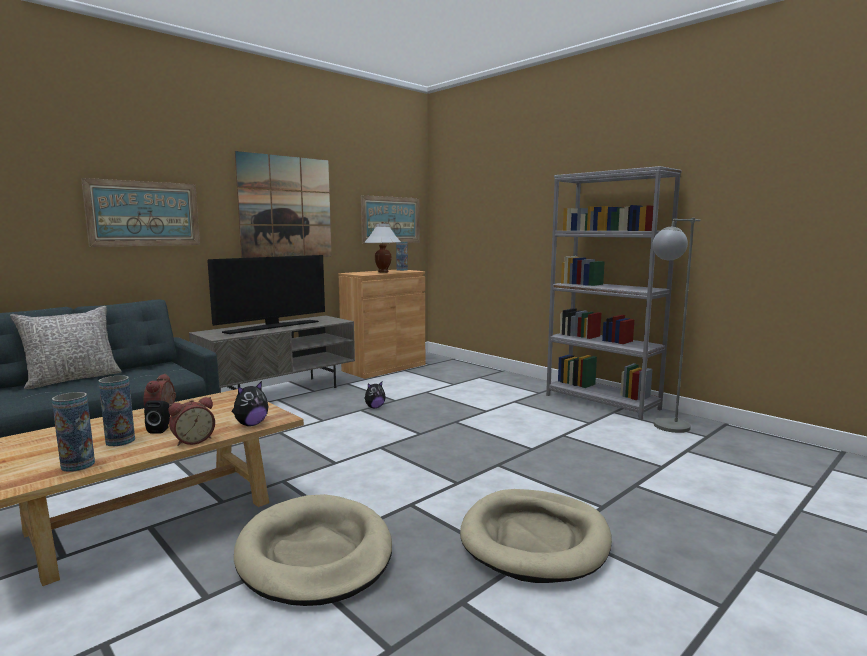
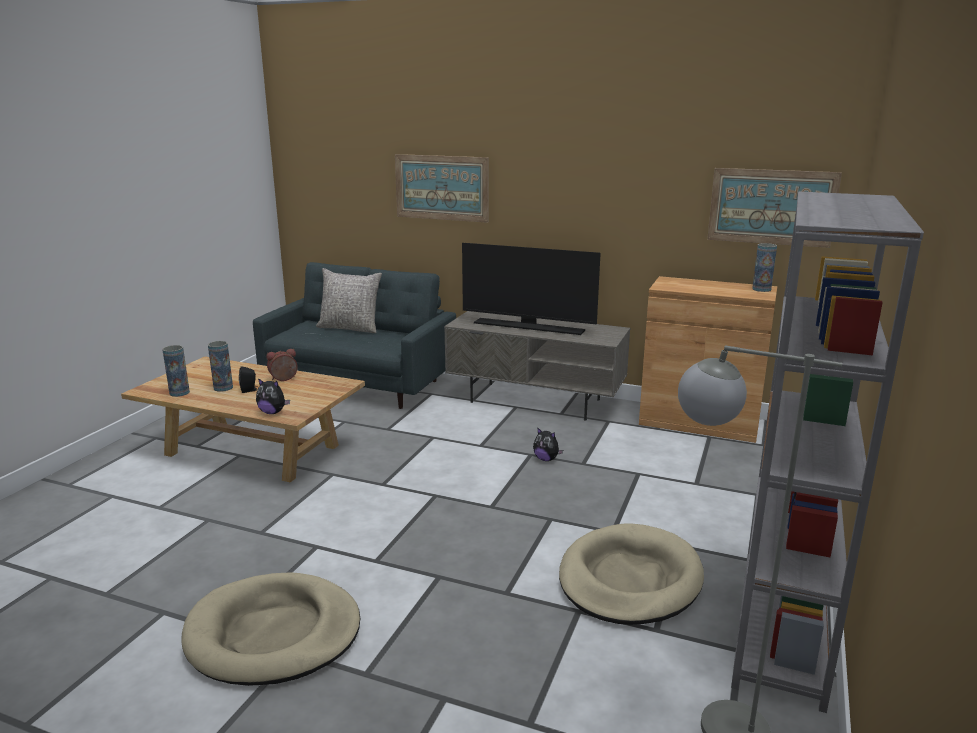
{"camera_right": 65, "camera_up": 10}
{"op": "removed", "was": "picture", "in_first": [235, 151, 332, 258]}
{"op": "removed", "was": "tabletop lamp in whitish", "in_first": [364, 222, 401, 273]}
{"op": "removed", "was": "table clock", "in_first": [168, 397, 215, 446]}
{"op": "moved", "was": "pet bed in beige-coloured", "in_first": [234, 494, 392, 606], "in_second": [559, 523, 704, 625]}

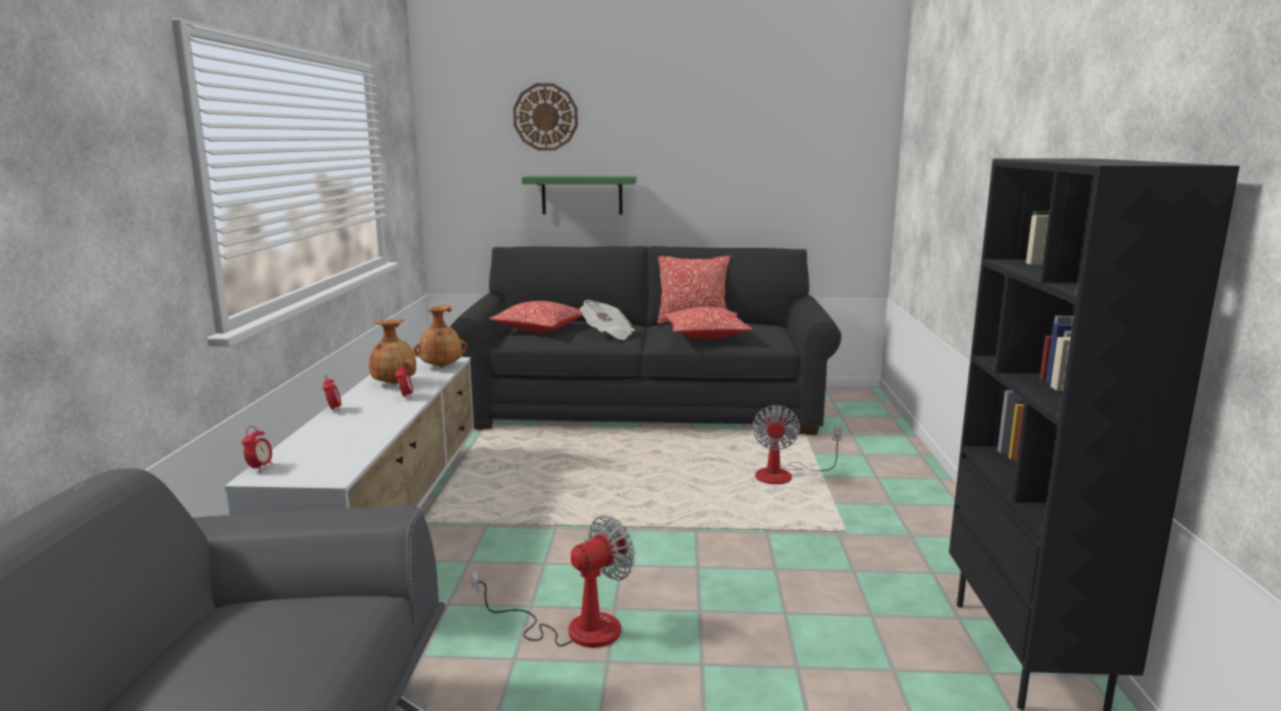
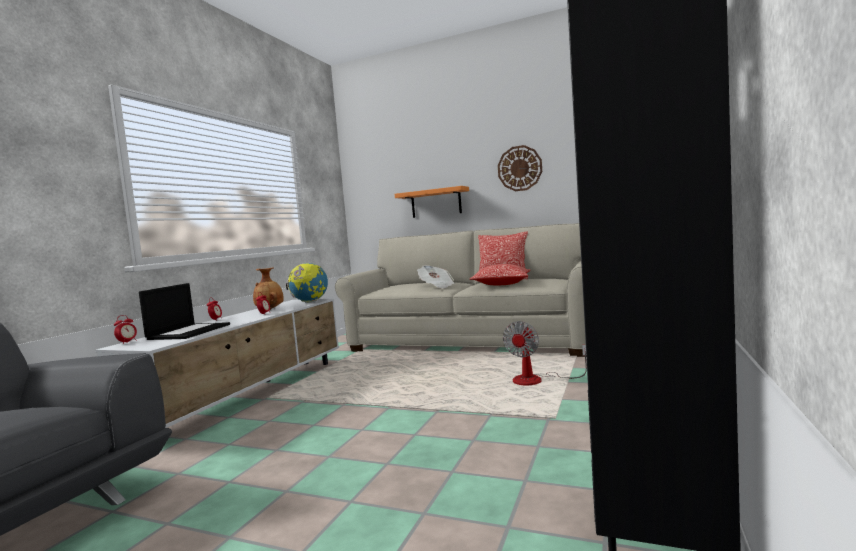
{"camera_right": 20, "camera_up": -10}
{"op": "moved", "was": "hanging clock", "in_first": [513, 83, 578, 151], "in_second": [498, 145, 542, 191]}
{"op": "recoloured", "was": "wall shelf in green", "now": "wall shelf in orangey", "in_first": [522, 176, 636, 215], "in_second": [395, 186, 469, 218]}
{"op": "recoloured", "was": "sofa in black", "now": "sofa in beige-coloured", "in_first": [451, 246, 841, 435], "in_second": [335, 223, 586, 357]}
{"op": "removed", "was": "pillow", "in_first": [490, 301, 583, 332]}
{"op": "replaced", "was": "vase in brownish", "now": "desk globe", "in_first": [413, 305, 467, 367], "in_second": [286, 263, 328, 303]}
{"op": "removed", "was": "cooling fan", "in_first": [471, 515, 635, 648]}
{"op": "added", "now": "laptop", "in_second": [139, 283, 230, 340]}

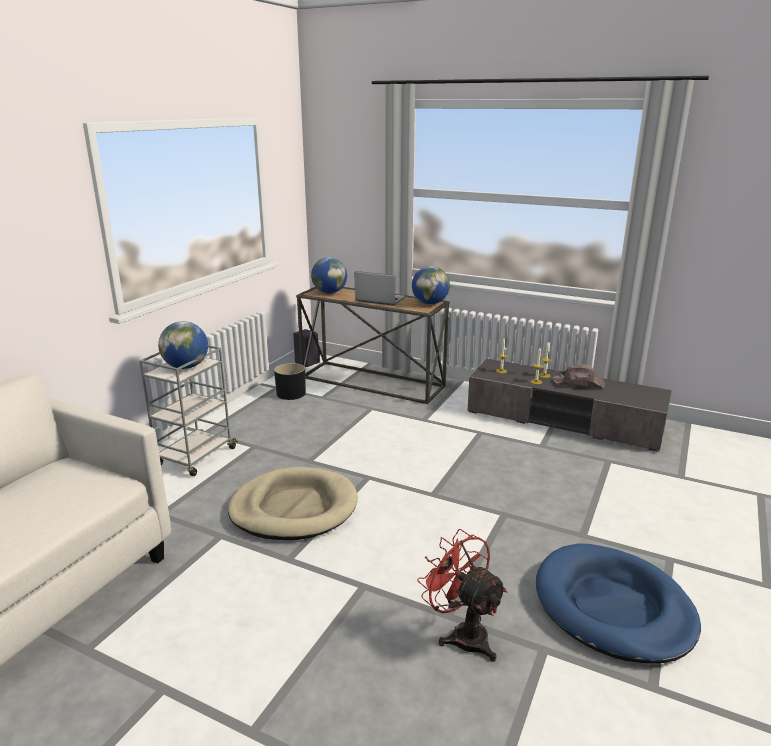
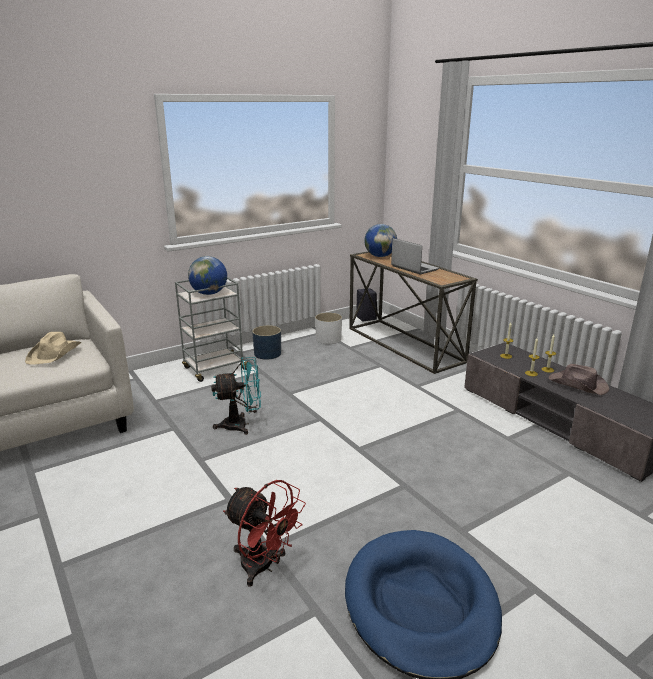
{"camera_right": 30, "camera_up": 0}
{"op": "removed", "was": "desk globe", "in_first": [412, 266, 450, 304]}
{"op": "recoloured", "was": "flower pot in black", "now": "flower pot in whitish", "in_first": [274, 363, 306, 400], "in_second": [315, 312, 342, 344]}
{"op": "replaced", "was": "pet bed in beige-coloured", "now": "cooling fan in turquoise-coloured", "in_first": [228, 467, 358, 540], "in_second": [211, 357, 261, 435]}
{"op": "turned", "was": "cooling fan in red-coloured", "in_first": [417, 529, 508, 662], "in_second": [223, 480, 306, 587], "clockwise": 135}
{"op": "added", "now": "flower pot in blue-coloured", "in_second": [252, 325, 281, 360]}
{"op": "added", "now": "wearable hat in beige-coloured", "in_second": [25, 332, 82, 365]}

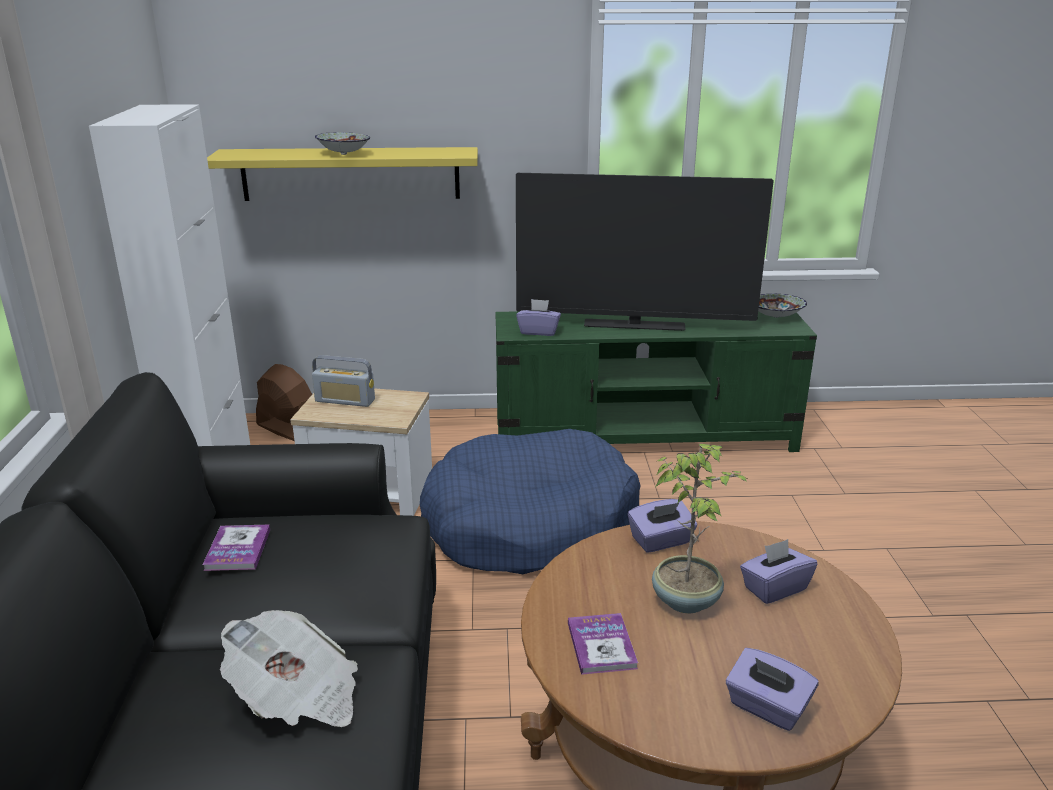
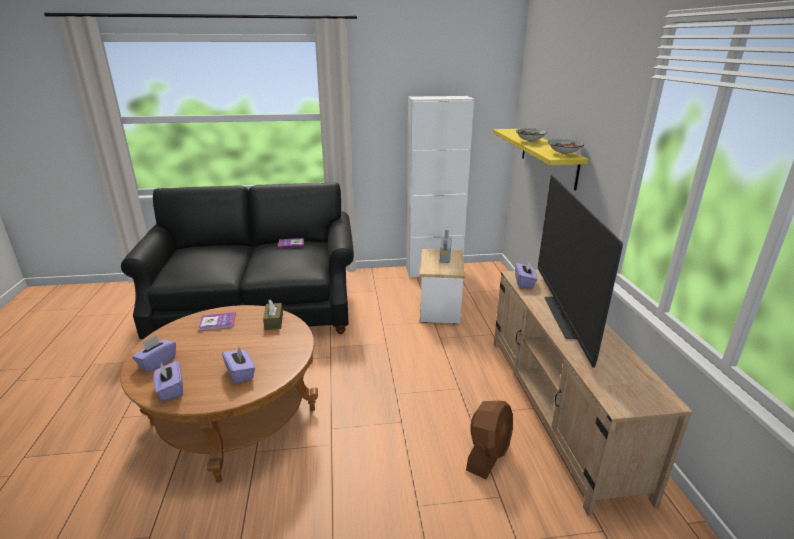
{"camera_right": 85, "camera_up": 0}
{"op": "moved", "was": "serving bowl", "in_first": [758, 294, 807, 318], "in_second": [548, 139, 584, 155]}
{"op": "recoloured", "was": "tv stand in green", "now": "tv stand in beige-coloured", "in_first": [495, 311, 817, 452], "in_second": [494, 269, 692, 516]}
{"op": "moved", "was": "cooling fan in brownish", "in_first": [256, 364, 312, 441], "in_second": [466, 401, 513, 479]}
{"op": "removed", "was": "pet bed in blue-coloured", "in_first": [420, 429, 641, 574]}
{"op": "removed", "was": "potted plant", "in_first": [652, 444, 749, 613]}
{"op": "moved", "was": "tissue box in purple", "in_first": [628, 499, 697, 553], "in_second": [154, 361, 183, 401]}
{"op": "removed", "was": "printed paper", "in_first": [220, 610, 358, 727]}
{"op": "added", "now": "tissue box in brownish", "in_second": [263, 299, 283, 330]}

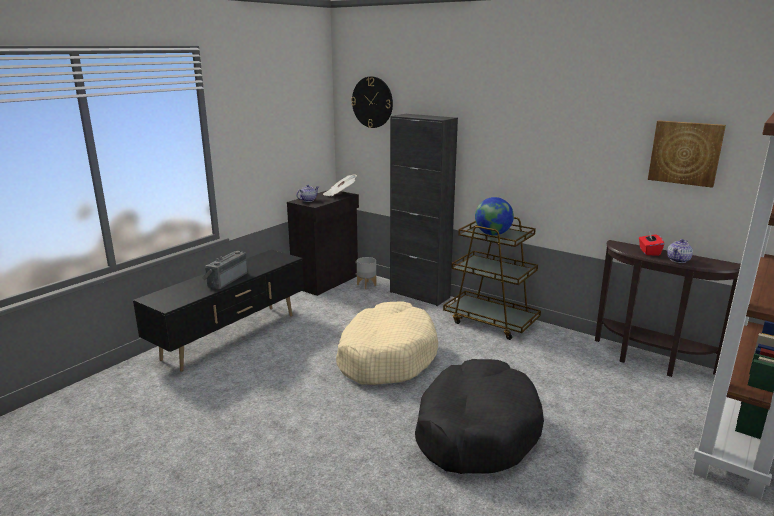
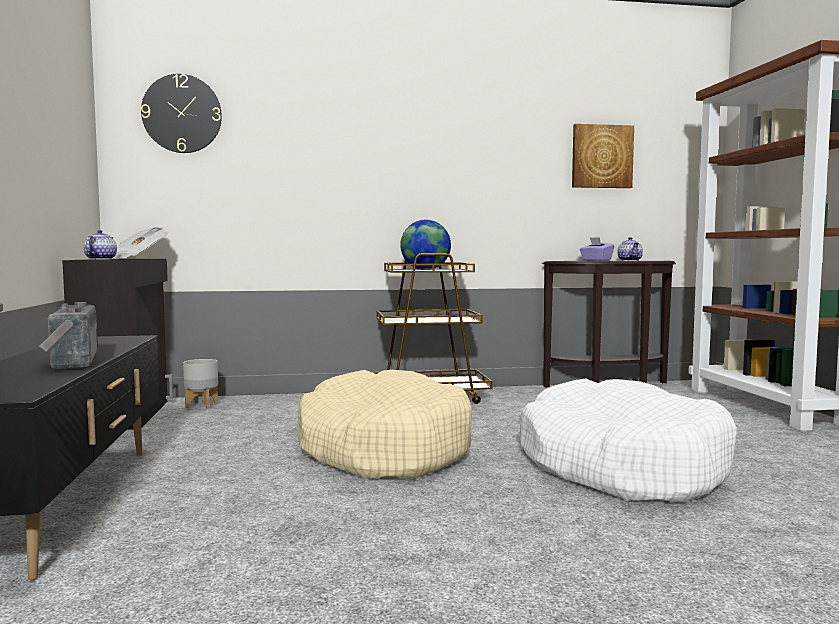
{"camera_right": -45, "camera_up": -15}
{"op": "removed", "was": "storage cabinet in black", "in_first": [390, 114, 458, 306]}
{"op": "recoloured", "was": "tissue box in red-coloured", "now": "tissue box in purple", "in_first": [639, 232, 664, 256], "in_second": [579, 237, 614, 261]}
{"op": "recoloured", "was": "pet bed in black", "now": "pet bed in whitish", "in_first": [415, 359, 544, 474], "in_second": [520, 379, 737, 503]}

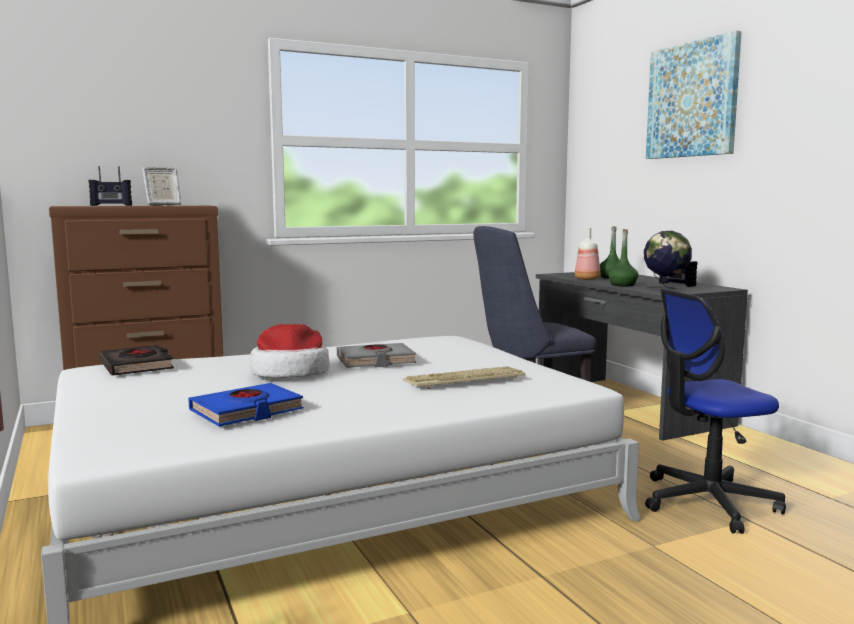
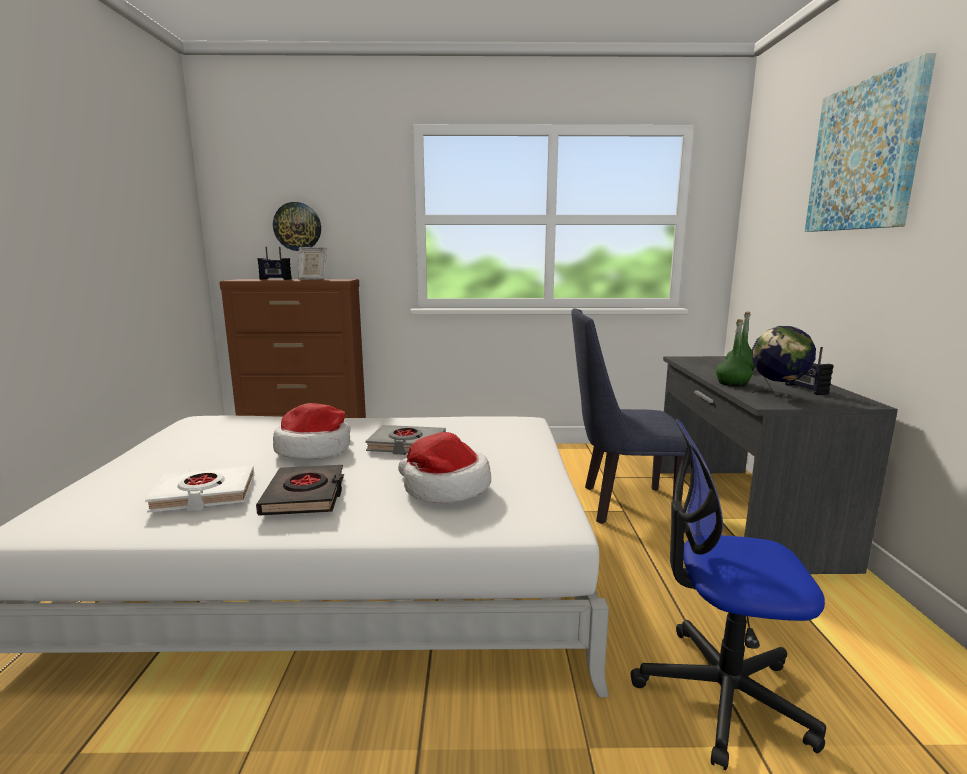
{"camera_right": 25, "camera_up": 5}
{"op": "removed", "was": "bottle", "in_first": [575, 227, 600, 280]}
{"op": "moved", "was": "book in black", "in_first": [99, 345, 174, 376], "in_second": [256, 465, 344, 516]}
{"op": "replaced", "was": "keyboard", "now": "wearable hat", "in_first": [403, 366, 525, 389], "in_second": [398, 432, 491, 503]}
{"op": "recoloured", "was": "book in blue-coloured", "now": "book in whitish", "in_first": [188, 383, 304, 427], "in_second": [145, 466, 254, 513]}
{"op": "added", "now": "hanging clock", "in_second": [273, 202, 321, 251]}

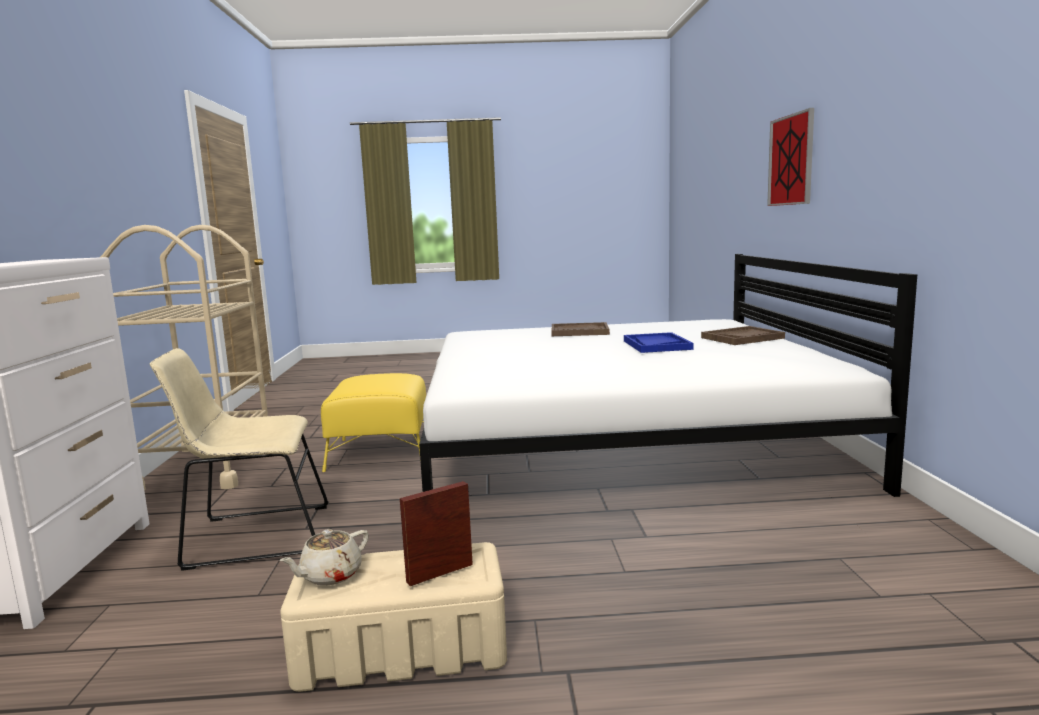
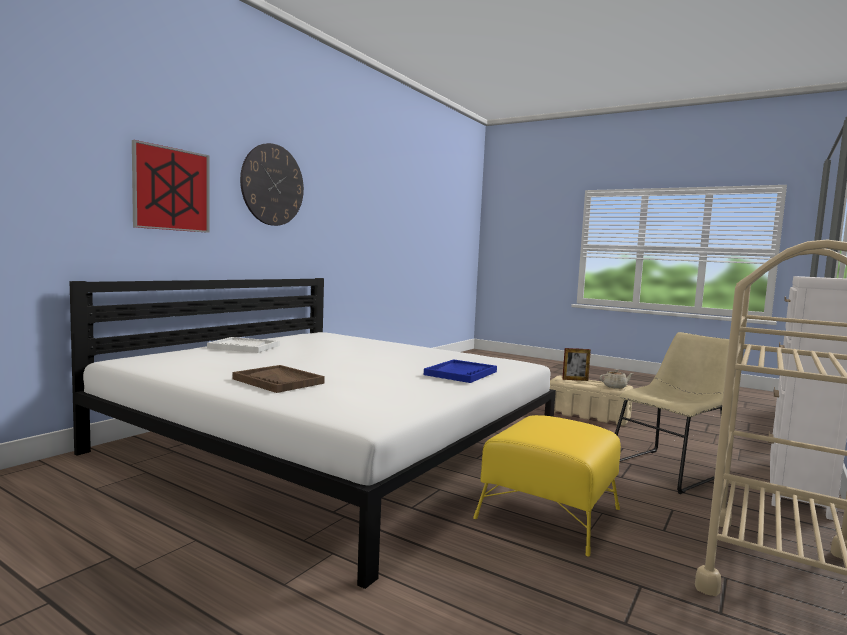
{"camera_right": -145, "camera_up": -5}
{"op": "recoloured", "was": "serving tray in brownish", "now": "serving tray in whitish", "in_first": [701, 326, 785, 345], "in_second": [207, 337, 280, 353]}
{"op": "moved", "was": "serving tray in blue-coloured", "in_first": [624, 332, 694, 353], "in_second": [424, 359, 497, 383]}
{"op": "turned", "was": "plain chair in beige-coloured", "in_first": [150, 348, 329, 571], "in_second": [615, 332, 729, 494], "clockwise": -60}
{"op": "added", "now": "hanging clock", "in_second": [240, 143, 304, 226]}

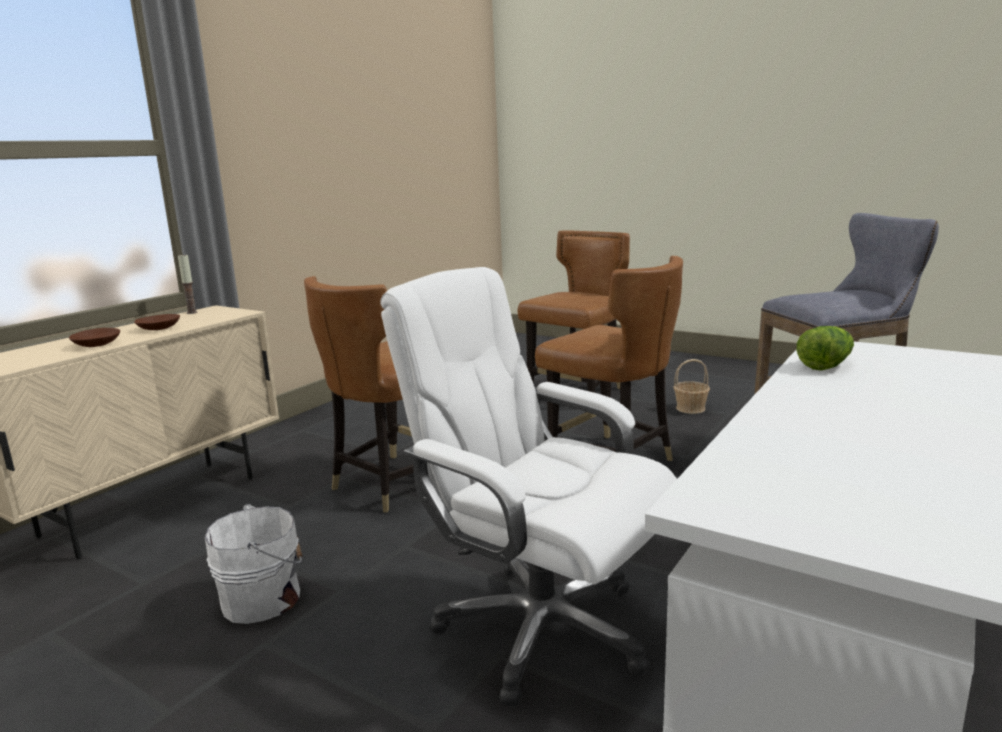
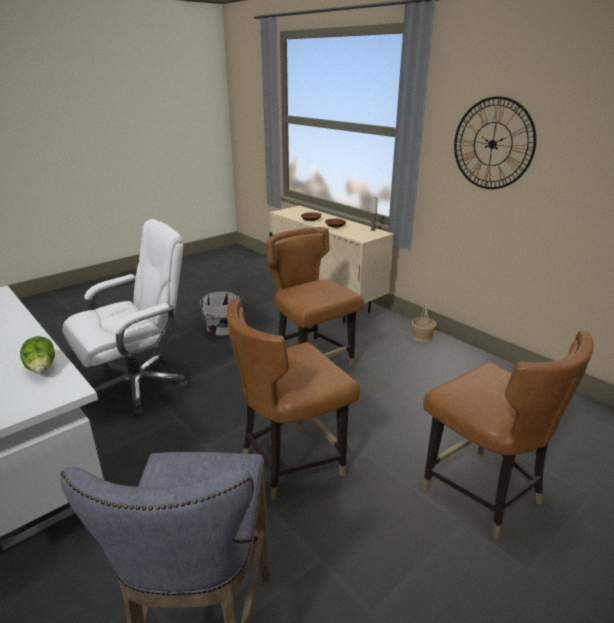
{"camera_right": 105, "camera_up": 10}
{"op": "moved", "was": "storage basket", "in_first": [673, 359, 710, 414], "in_second": [411, 304, 437, 342]}
{"op": "added", "now": "hanging clock", "in_second": [454, 96, 536, 189]}

